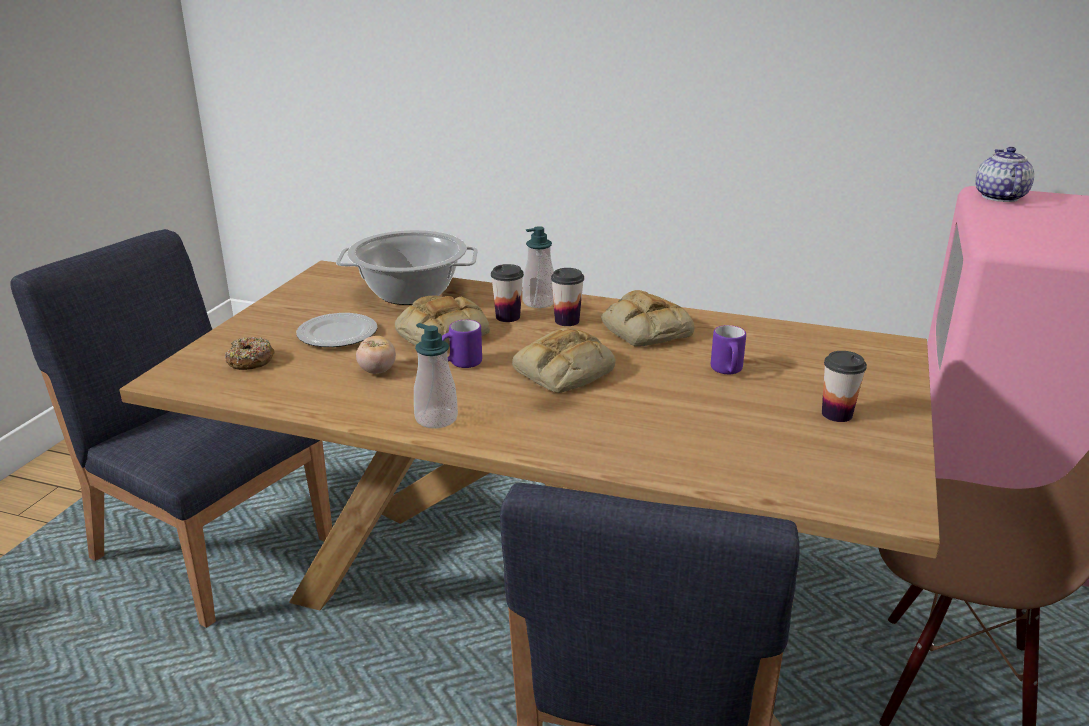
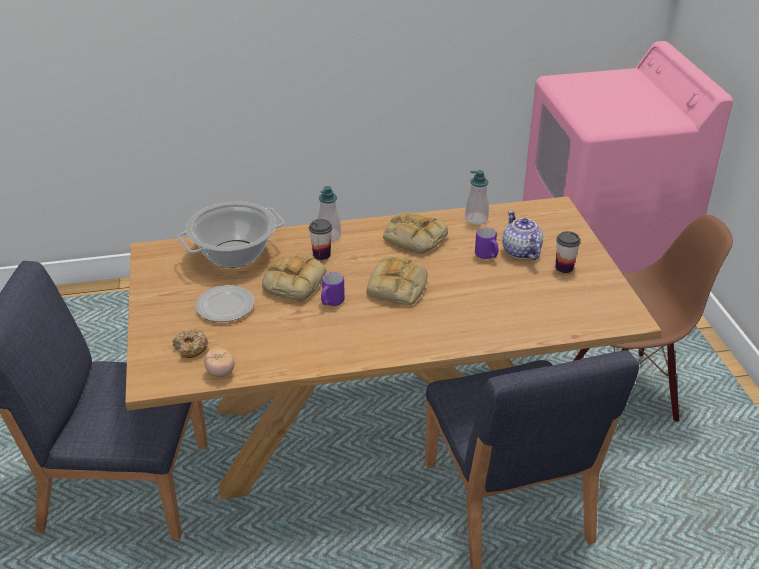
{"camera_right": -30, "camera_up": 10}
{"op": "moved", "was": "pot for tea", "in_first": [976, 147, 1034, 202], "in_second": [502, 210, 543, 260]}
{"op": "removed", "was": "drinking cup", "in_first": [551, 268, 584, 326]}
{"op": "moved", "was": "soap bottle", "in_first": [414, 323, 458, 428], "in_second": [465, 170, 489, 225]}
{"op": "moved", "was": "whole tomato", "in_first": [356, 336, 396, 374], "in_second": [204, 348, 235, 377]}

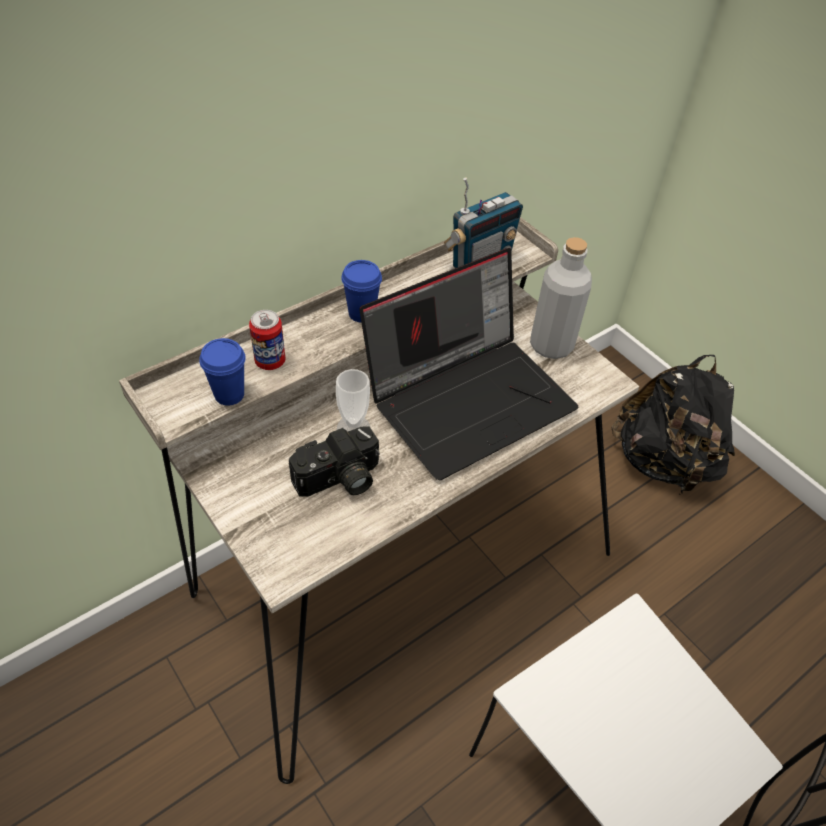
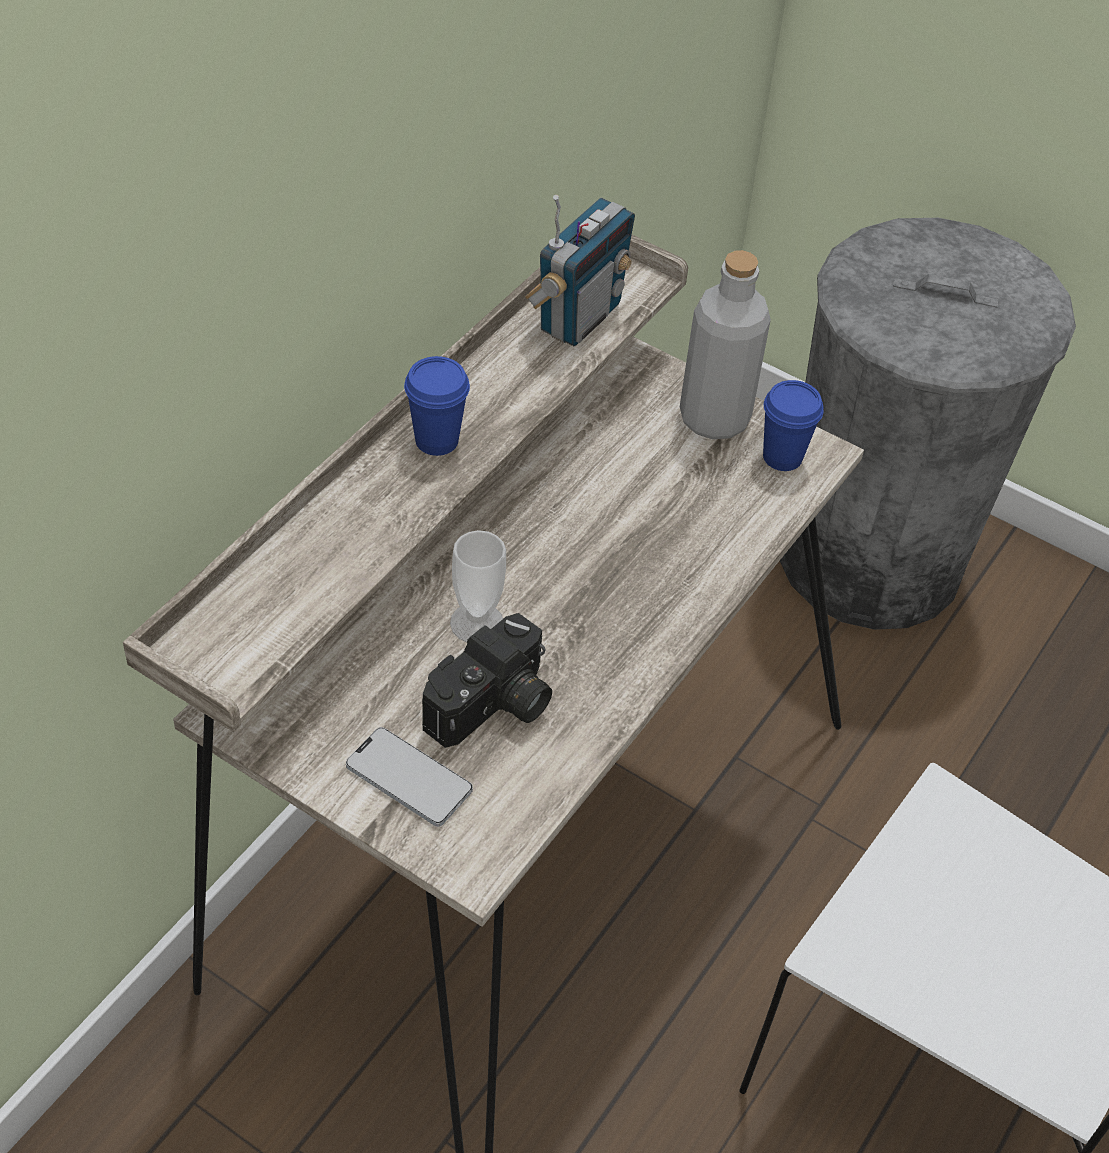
{"camera_right": -20, "camera_up": 0}
{"op": "removed", "was": "laptop", "in_first": [359, 248, 578, 480]}
{"op": "removed", "was": "can", "in_first": [249, 310, 285, 370]}
{"op": "moved", "was": "drinking cup in blue-coloured", "in_first": [200, 338, 246, 406], "in_second": [763, 380, 823, 471]}
{"op": "replaced", "was": "rucksack in black", "now": "waste bin in greyish", "in_first": [611, 355, 735, 495], "in_second": [780, 218, 1076, 630]}
{"op": "added", "now": "telephone", "in_second": [346, 727, 473, 827]}

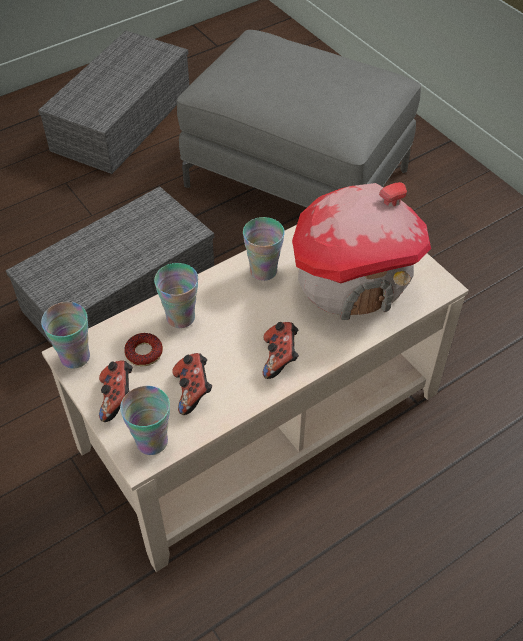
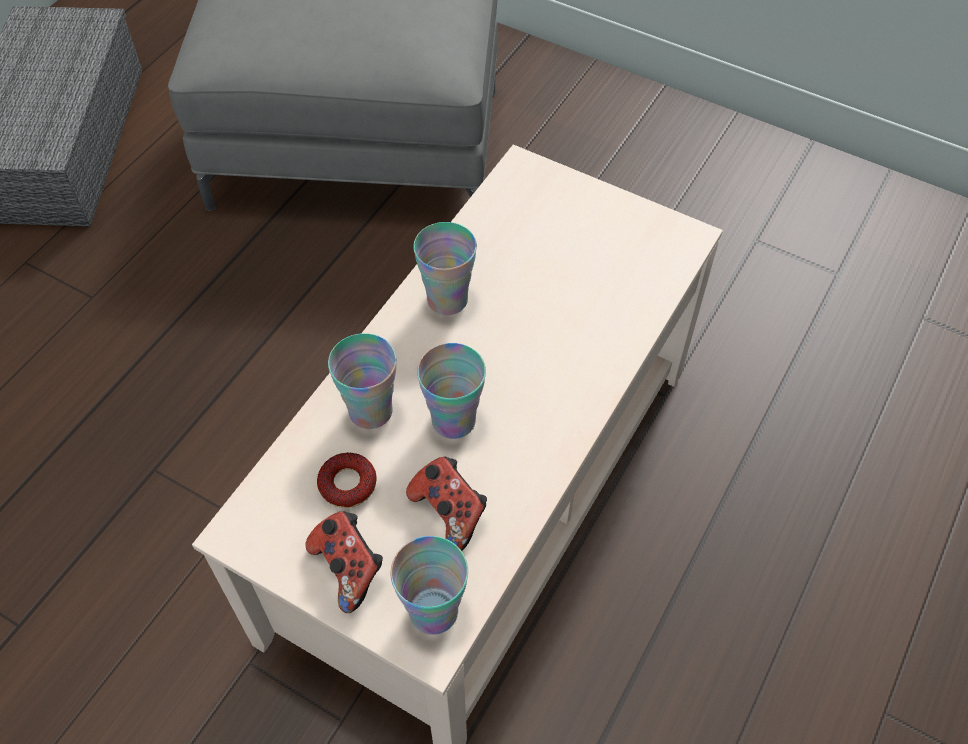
{"camera_right": -25, "camera_up": 5}
{"op": "removed", "was": "miniature house", "in_first": [292, 182, 431, 320]}
{"op": "removed", "was": "storage container in greyish", "in_first": [6, 186, 214, 346]}
{"op": "moved", "was": "drinking cup", "in_first": [41, 302, 90, 369], "in_second": [417, 343, 486, 439]}
{"op": "removed", "was": "gamepad", "in_first": [263, 322, 299, 379]}

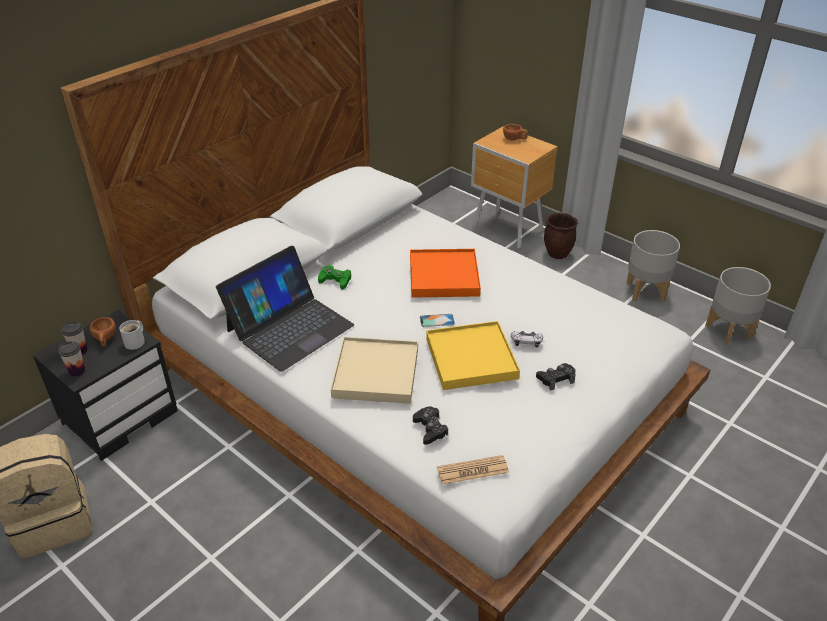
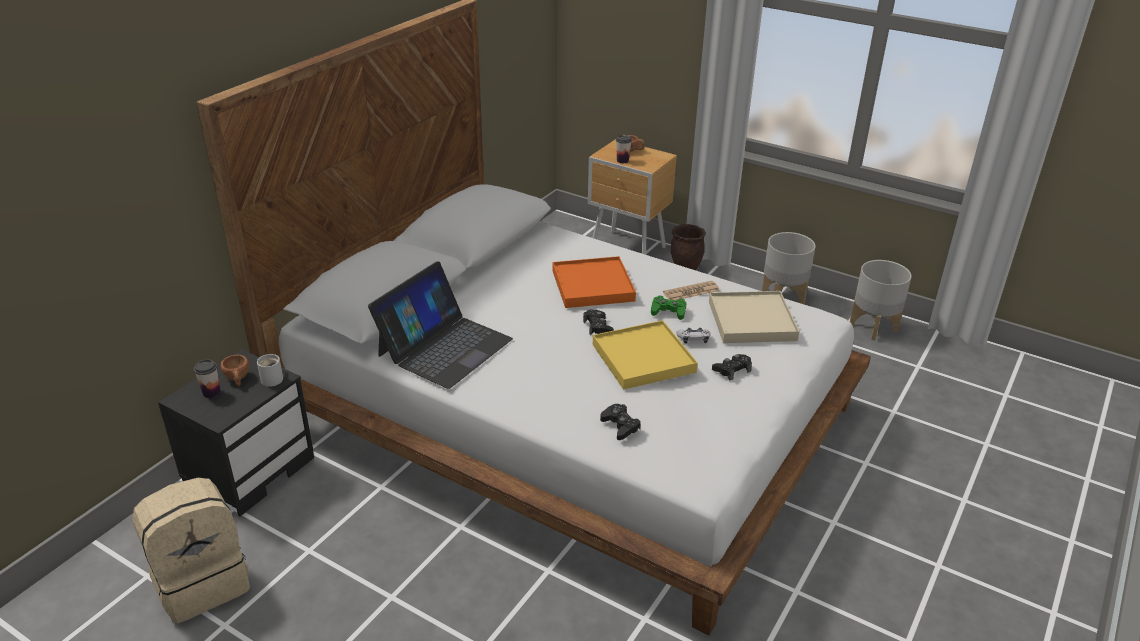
{"camera_right": -10, "camera_up": -5}
{"op": "moved", "was": "gamepad in green", "in_first": [318, 265, 351, 290], "in_second": [651, 296, 686, 320]}
{"op": "replaced", "was": "telephone", "now": "gamepad in black", "in_first": [420, 314, 455, 327], "in_second": [583, 309, 614, 336]}
{"op": "moved", "was": "serving tray in beige-coloured", "in_first": [331, 337, 418, 404], "in_second": [709, 291, 799, 343]}
{"op": "moved", "was": "drinking cup", "in_first": [58, 341, 85, 376], "in_second": [616, 135, 632, 163]}
{"op": "moved", "was": "printed paper", "in_first": [437, 455, 509, 484], "in_second": [663, 281, 720, 300]}

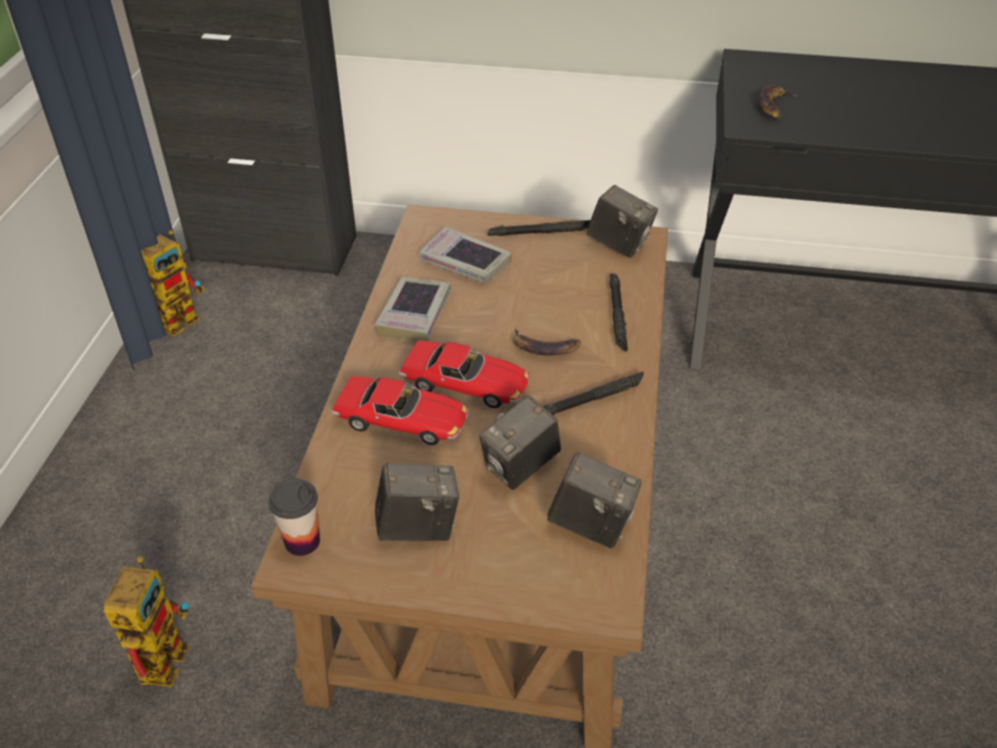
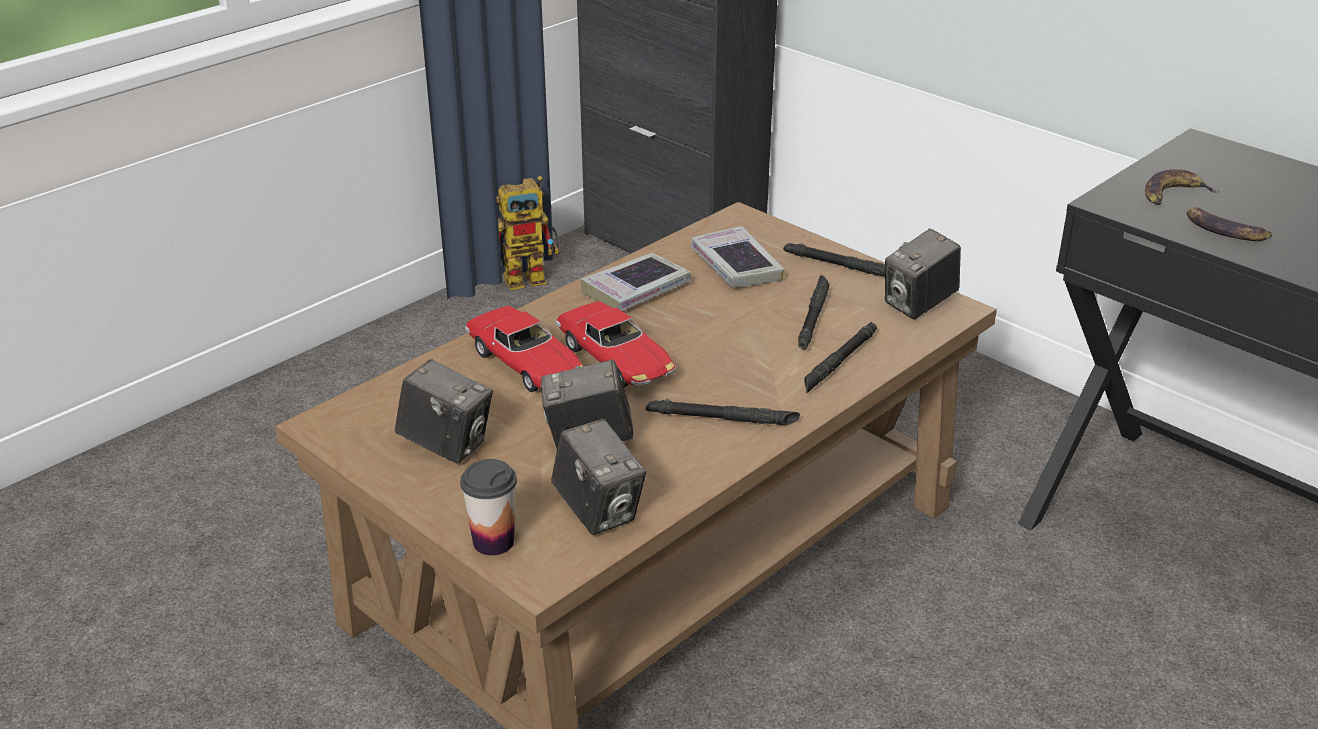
{"camera_right": 35, "camera_up": -10}
{"op": "turned", "was": "still camera", "in_first": [586, 185, 658, 258], "in_second": [885, 228, 961, 319], "clockwise": 75}
{"op": "moved", "was": "banana", "in_first": [513, 328, 581, 356], "in_second": [1186, 207, 1272, 241]}
{"op": "moved", "was": "drinking cup", "in_first": [268, 478, 320, 556], "in_second": [460, 459, 517, 556]}
{"op": "removed", "was": "toy robot", "in_first": [104, 556, 190, 687]}
{"op": "added", "now": "torch in black", "in_second": [798, 275, 829, 350]}

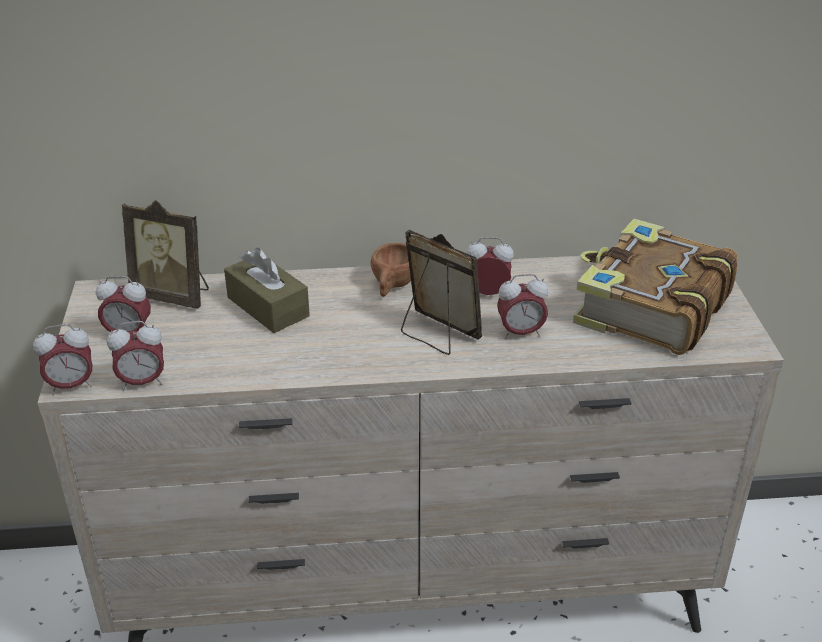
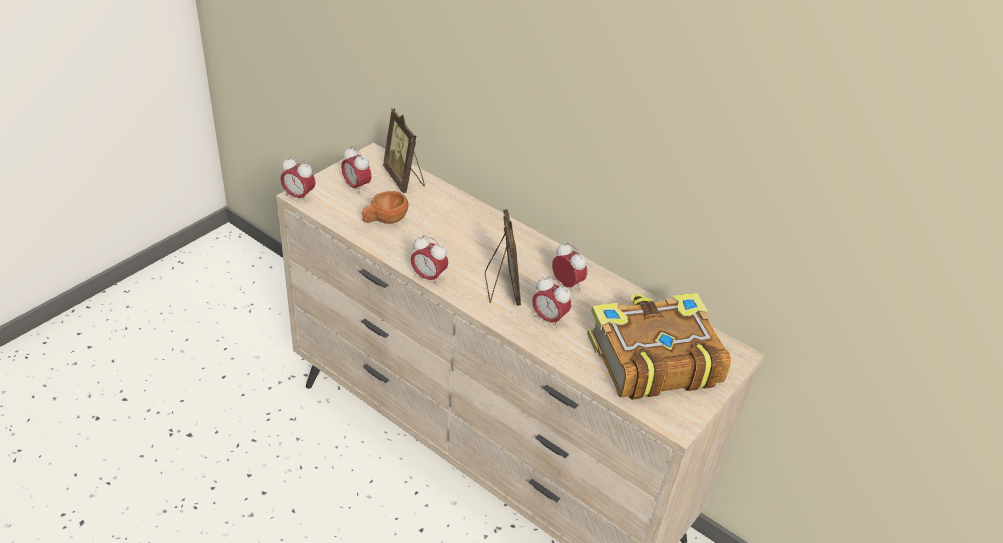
{"camera_right": 40, "camera_up": 5}
{"op": "moved", "was": "drinking cup in brownish", "in_first": [371, 243, 411, 297], "in_second": [362, 191, 409, 224]}
{"op": "removed", "was": "tissue box in brownish", "in_first": [224, 248, 310, 333]}
{"op": "moved", "was": "table clock", "in_first": [107, 321, 164, 391], "in_second": [411, 235, 448, 285]}

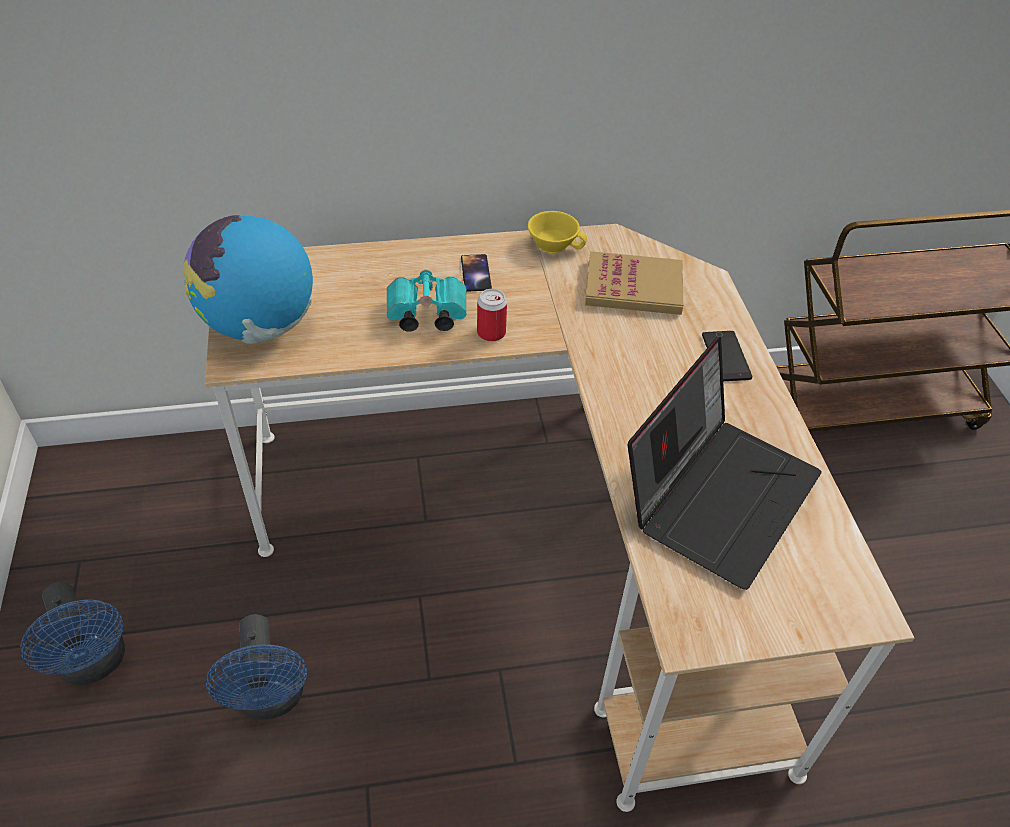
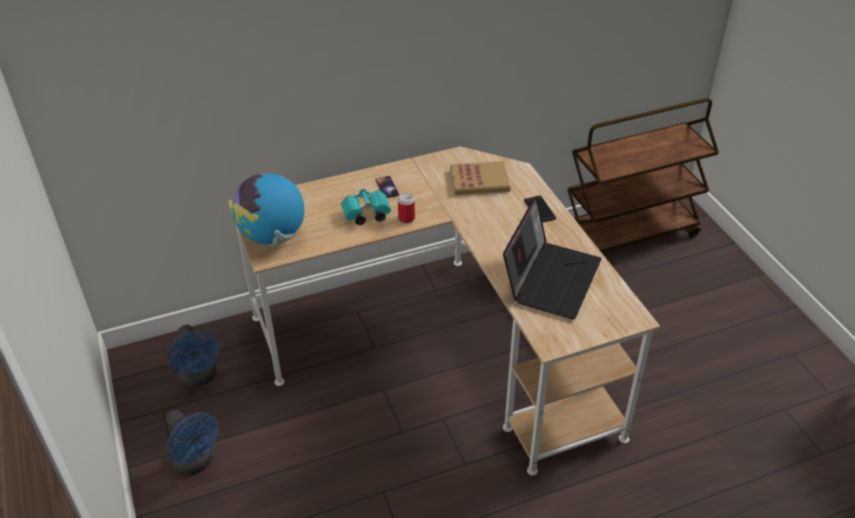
{"camera_right": -10, "camera_up": -5}
{"op": "removed", "was": "drinking cup in yellowish", "in_first": [528, 211, 587, 254]}
{"op": "moved", "was": "cooling fan in blue-coloured", "in_first": [206, 614, 307, 720], "in_second": [167, 325, 220, 387]}

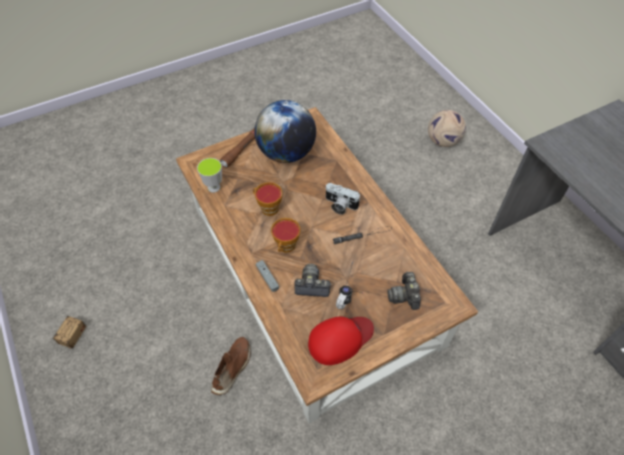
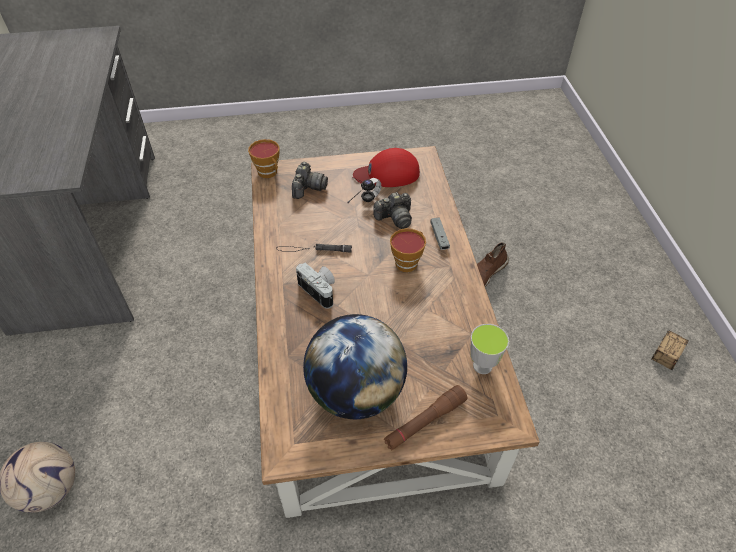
{"camera_right": -160, "camera_up": -5}
{"op": "moved", "was": "drinking cup", "in_first": [253, 182, 282, 216], "in_second": [248, 139, 280, 178]}
{"op": "turned", "was": "still camera", "in_first": [295, 264, 332, 297], "in_second": [373, 192, 412, 229], "clockwise": -45}

